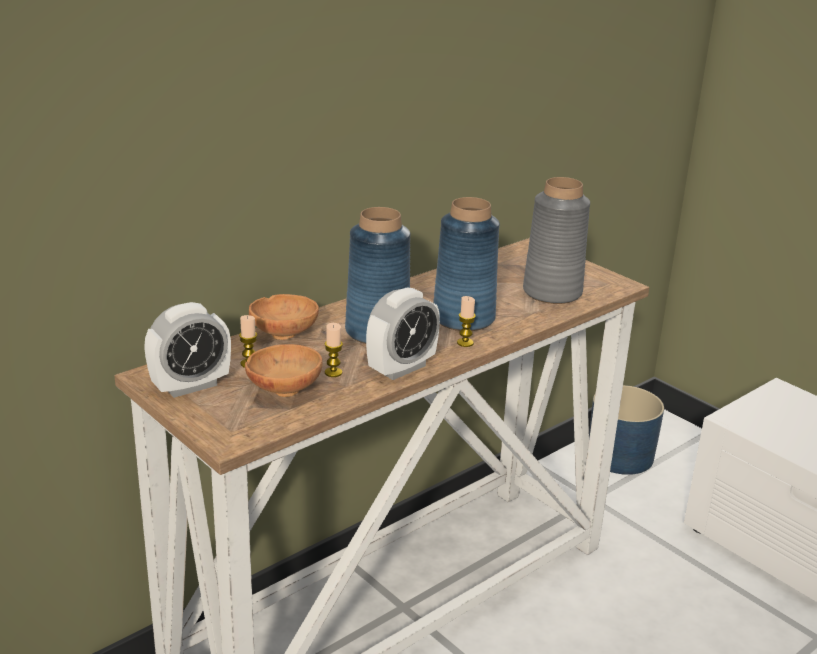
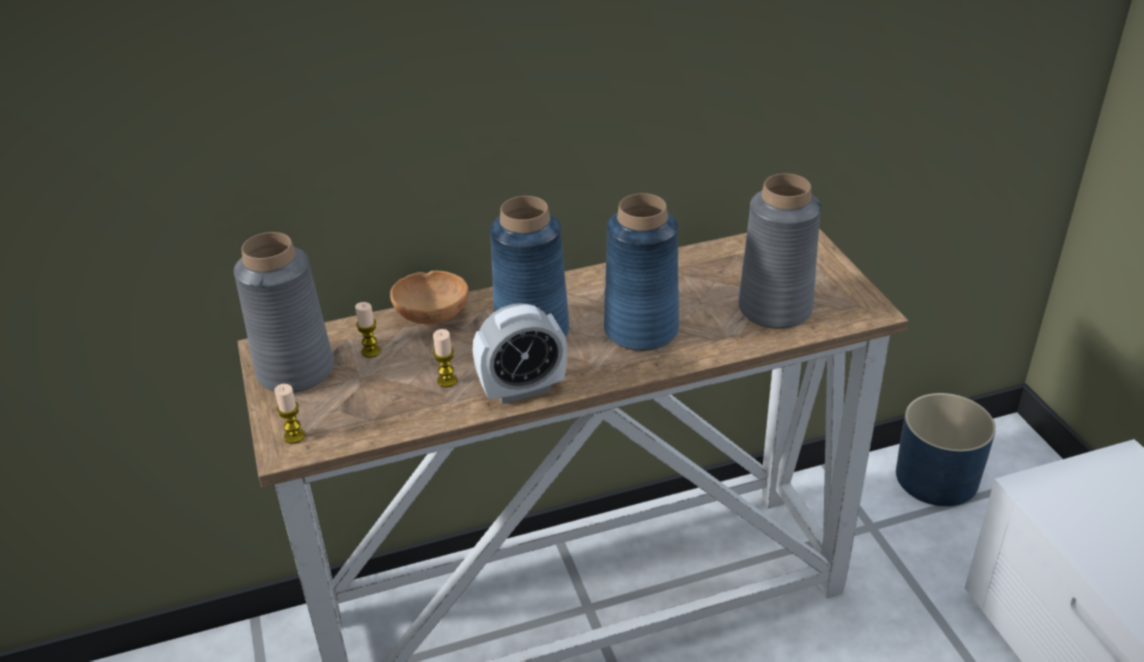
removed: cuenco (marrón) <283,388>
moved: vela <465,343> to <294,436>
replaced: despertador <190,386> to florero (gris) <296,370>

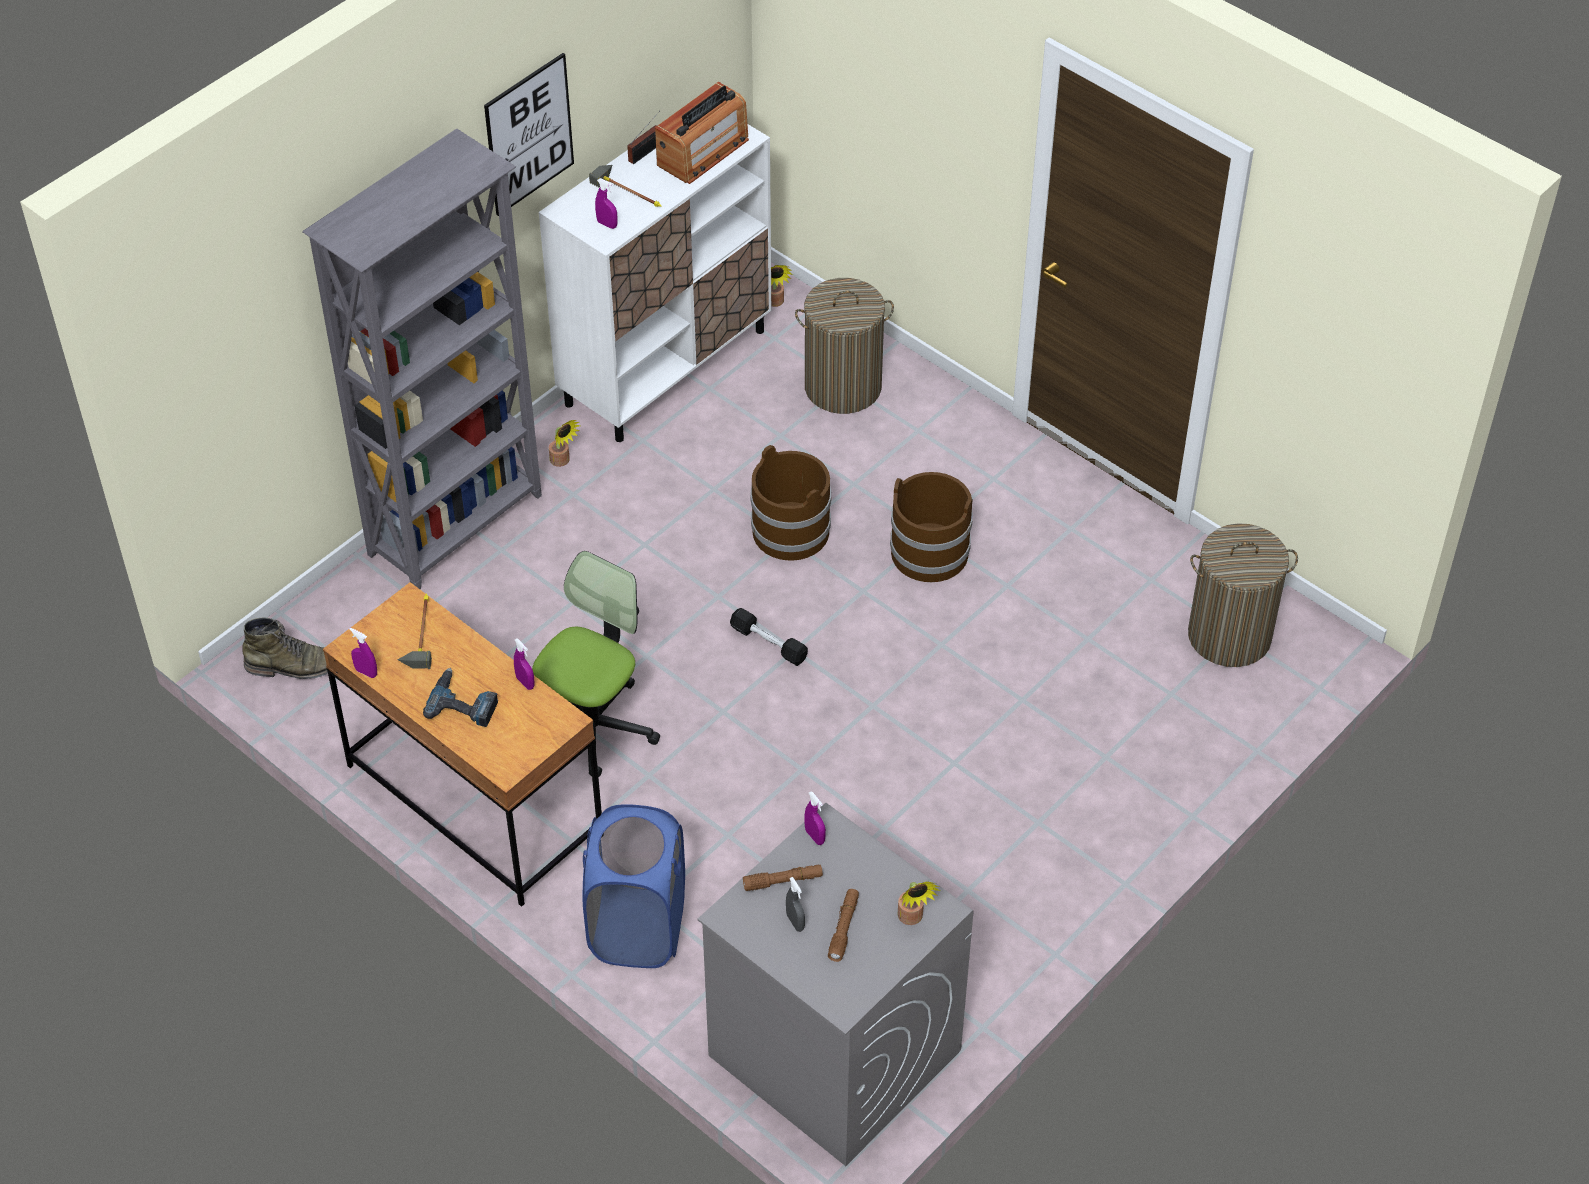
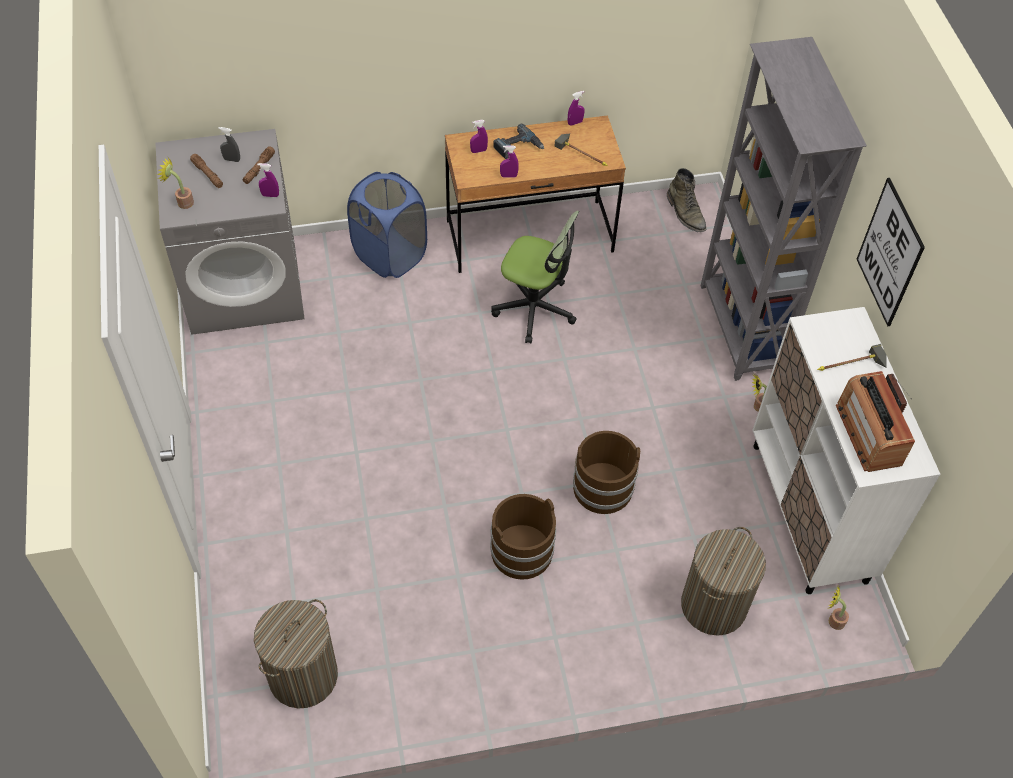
removed: mancuerna (negro) <768,643>
moved: pulverizador (morado) <607,224> to <478,151>
turned: bota (verde) <295,666> = <685,213> 60 degrees counterclockwise; silla de oficina <593,726> = <534,308> 45 degrees counterclockwise

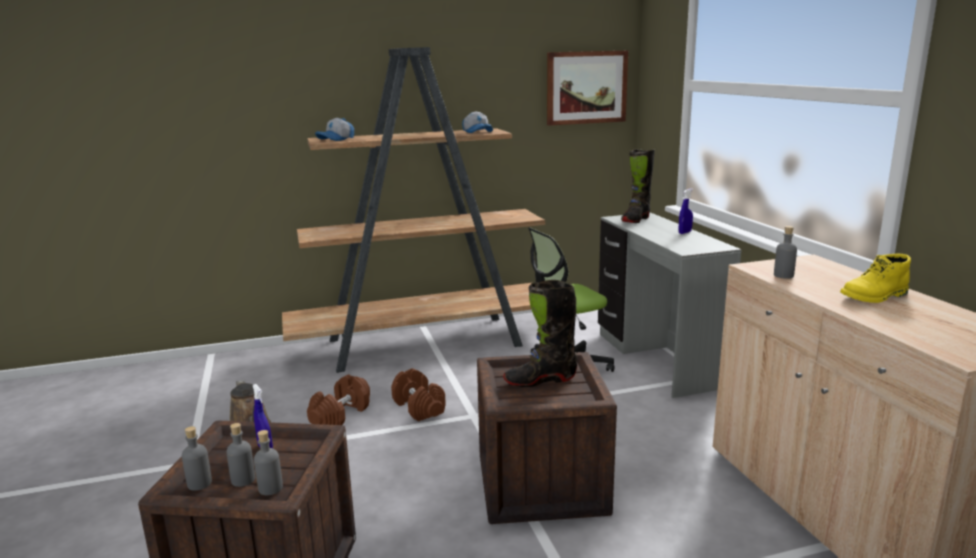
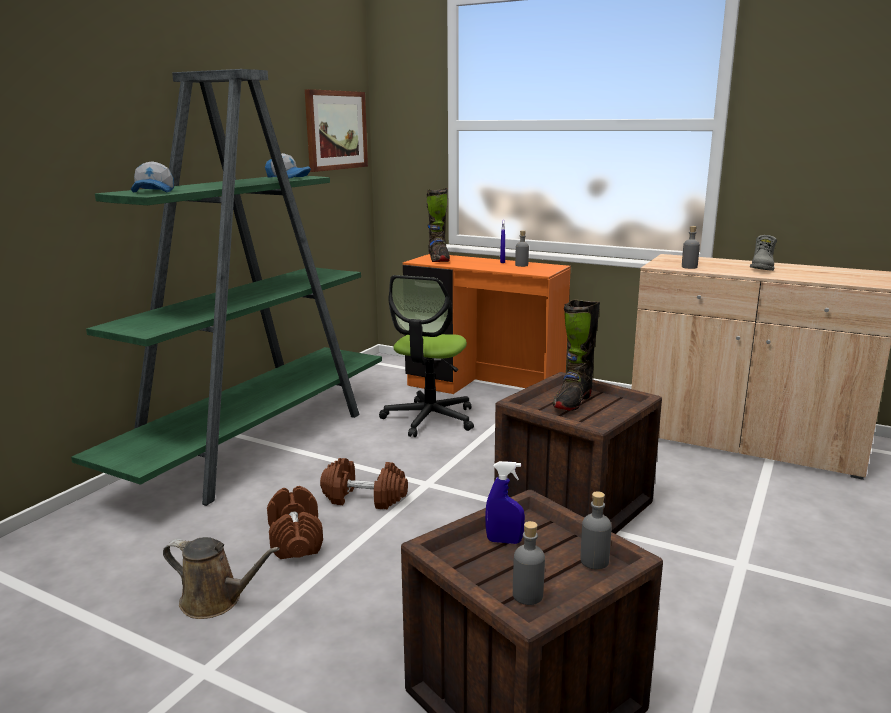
moved: botella (gris) <243,480> to <521,265>
recoloured: estantería (marrón) <427,343> to estantería (verde) <257,443>; escritorio (gris) <655,359> to escritorio (naranja) <483,390>; bota (amarillo) <875,297> to bota (gris) <762,268>

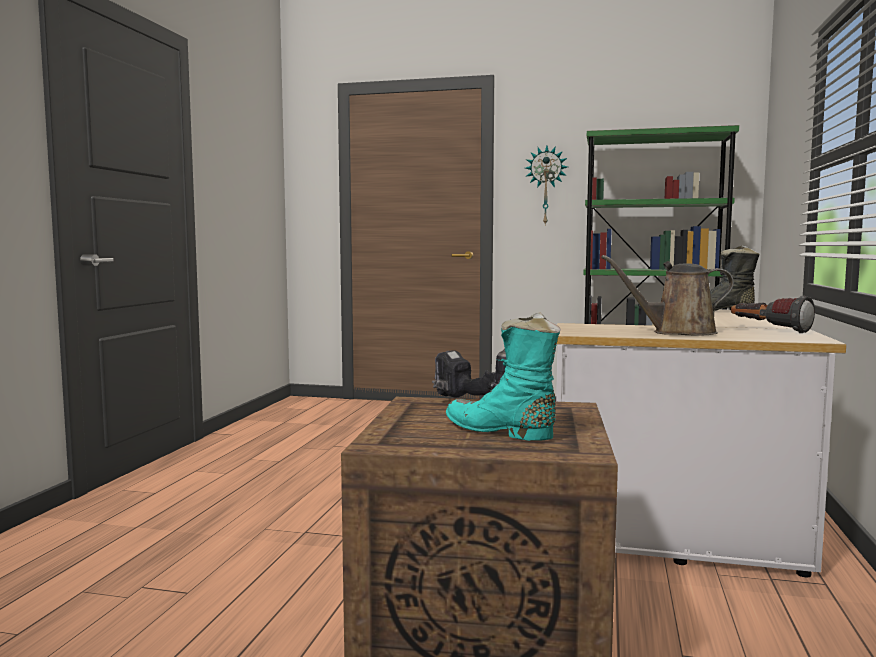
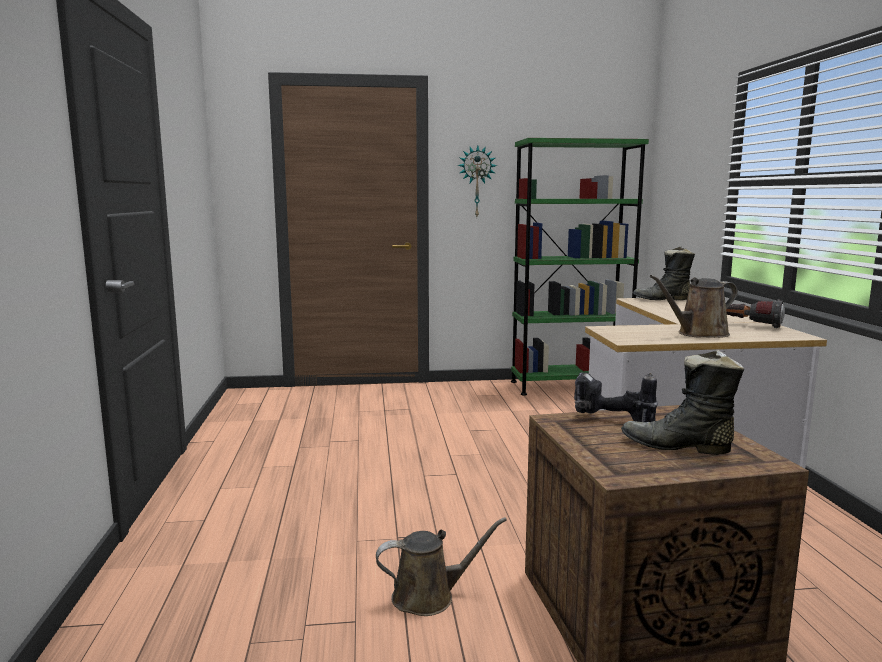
added: regadera (marrón) <429,596>
recoloured: bota (turquesa) <499,431> to bota (negro) <677,447>

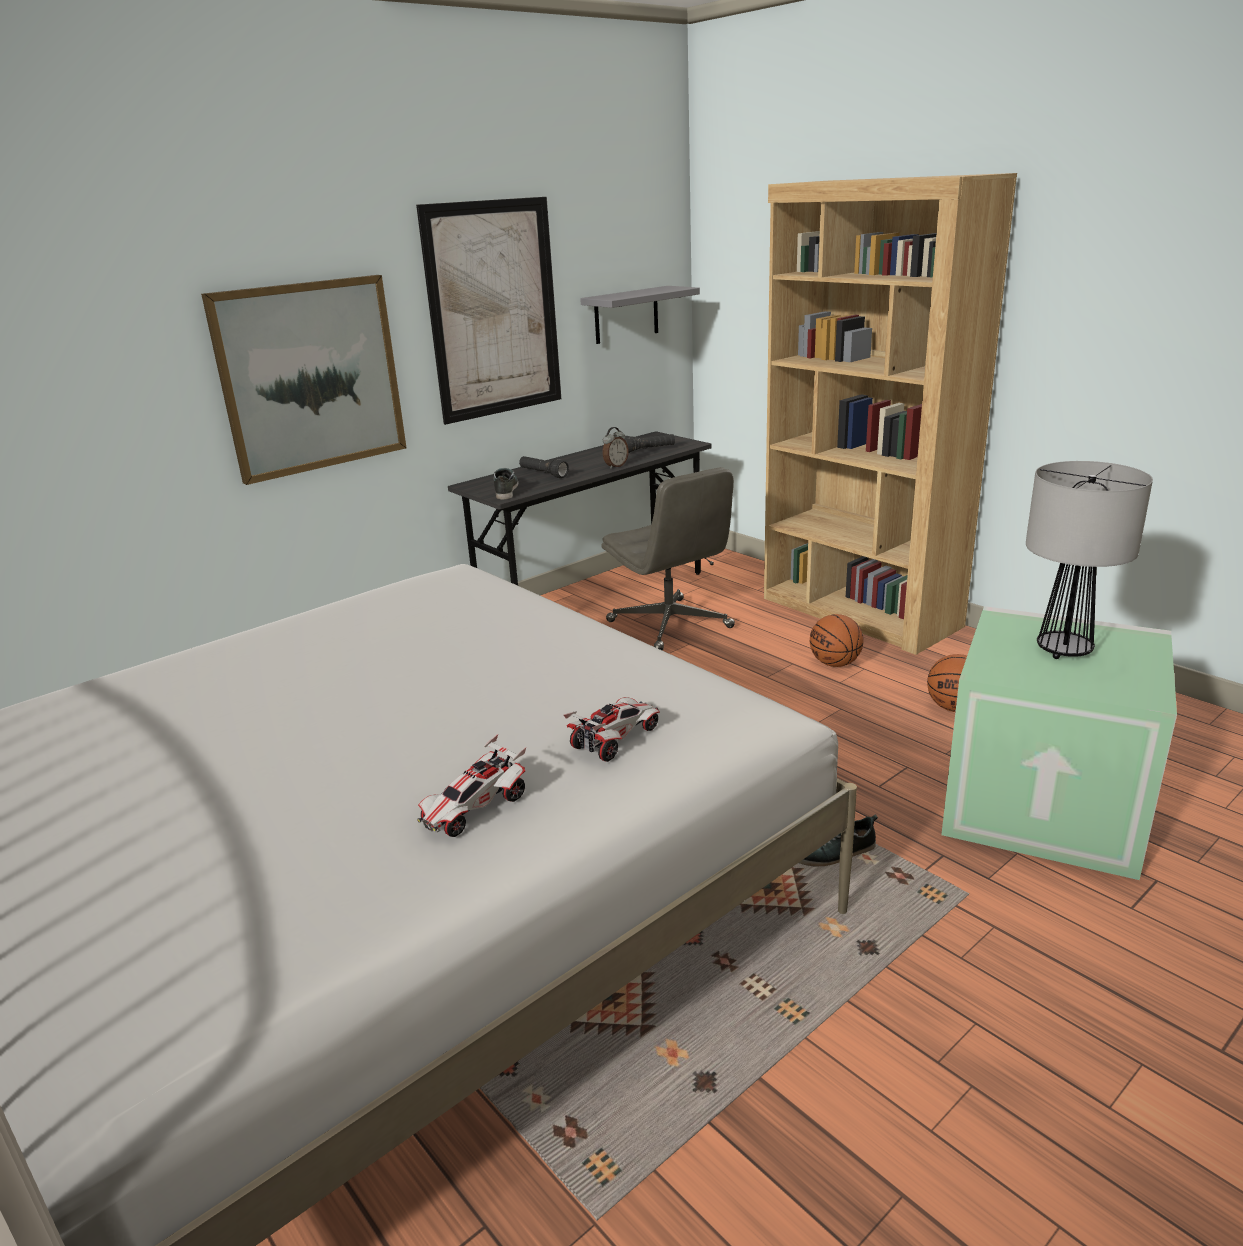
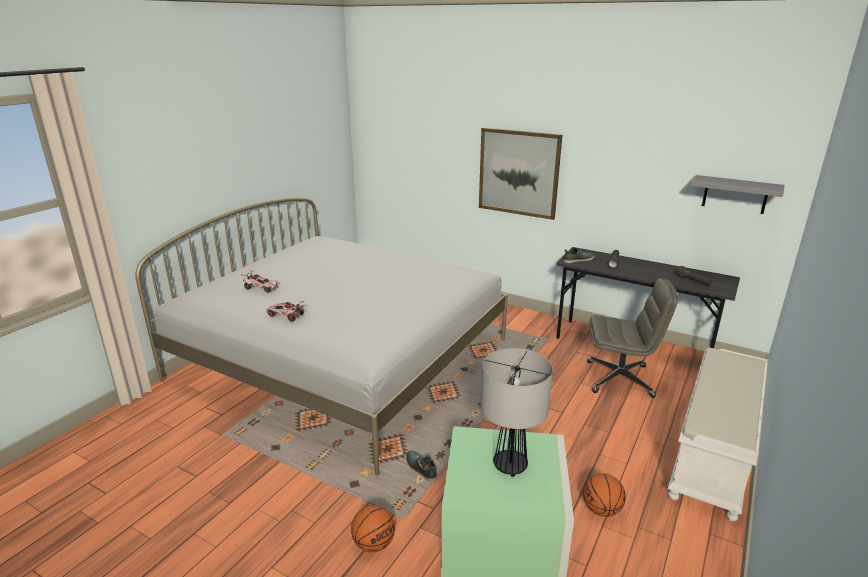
removed: cuadro <494,310>; despertador <615,466>
moved: coche de juguete <615,739> to <261,288>; balón de baloncesto <835,663> to <374,544>
replaced: estantería (marrón) <859,613> to banco (blanco) <714,454>
turned: silla de oficina (gris) <670,625> = <620,379> 120 degrees counterclockwise

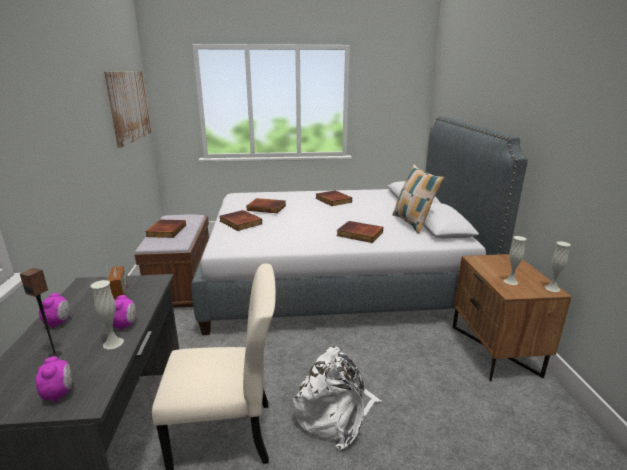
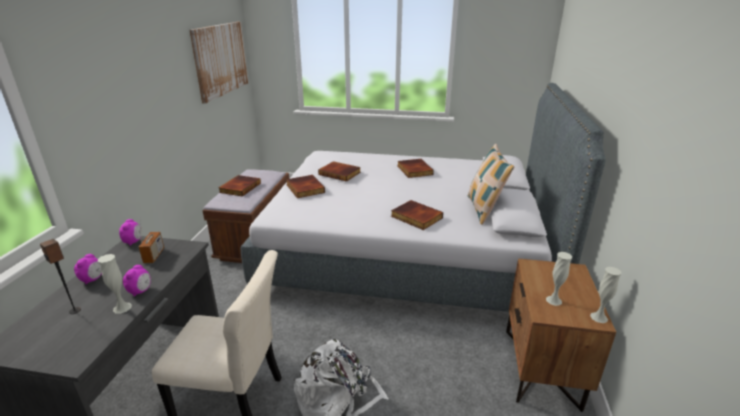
moved: despertador <59,394> to <133,242>

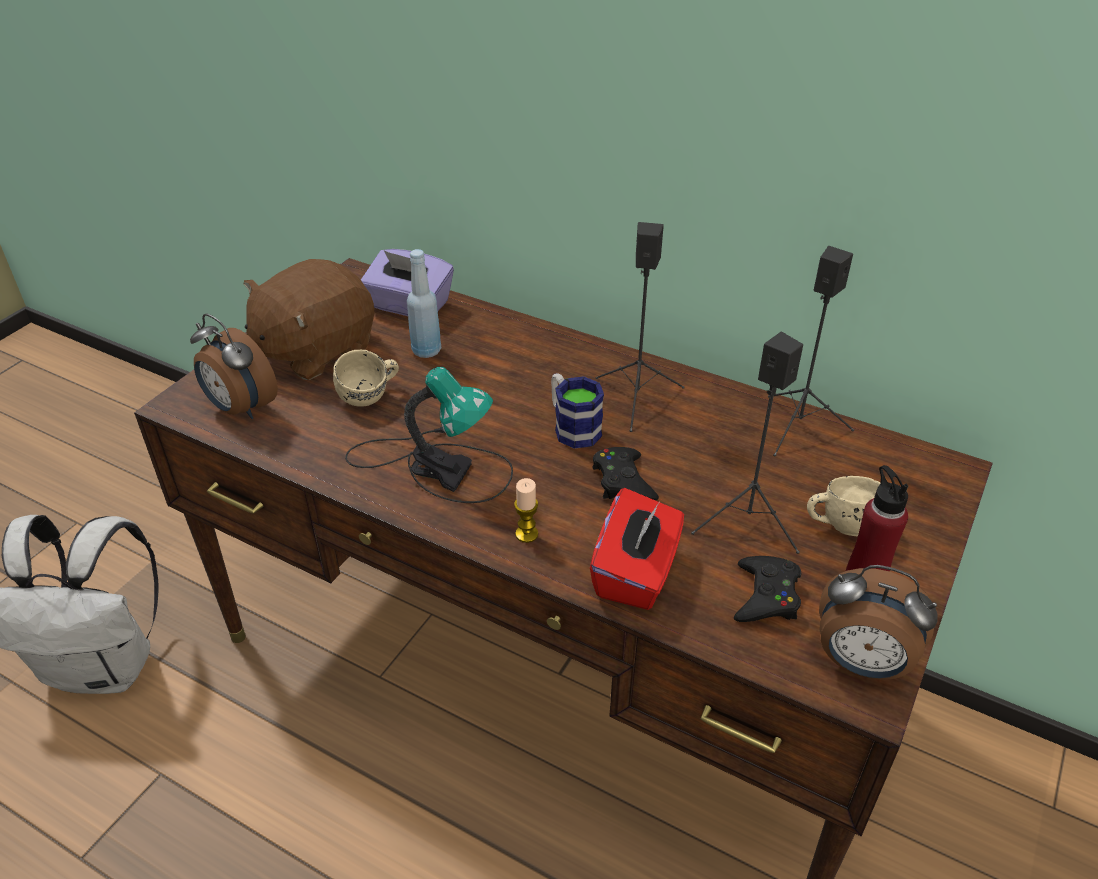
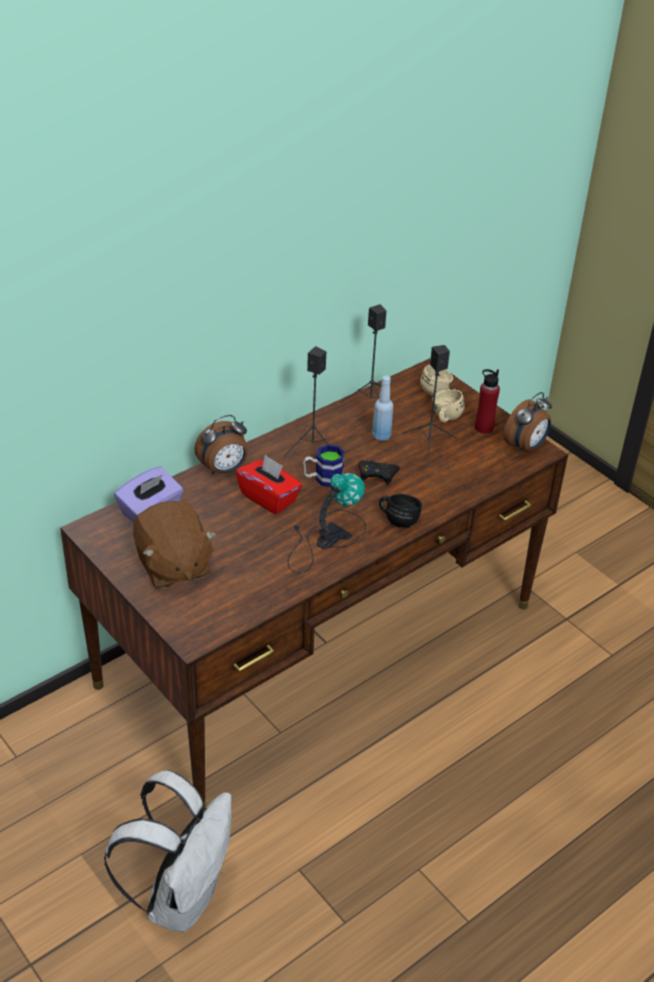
removed: mando de consola (negro) <766,596>
moved: despertador <240,408> to <224,469>; taza grande (beis) <371,398> to <434,389>; botella (azul) <426,351> to <381,436>; caja de pañuelos (rojo) <636,573> to <269,498>
replaced: vela <526,534> to taza grande (negro) <398,519>

